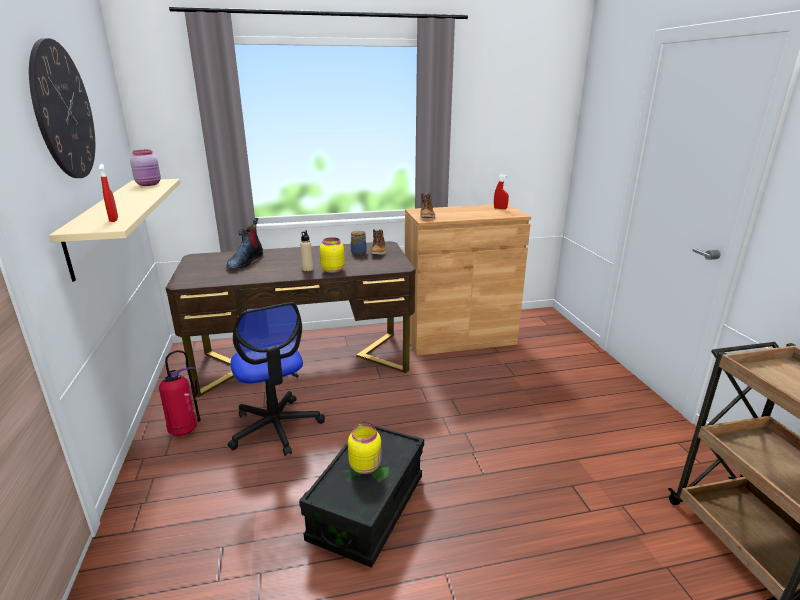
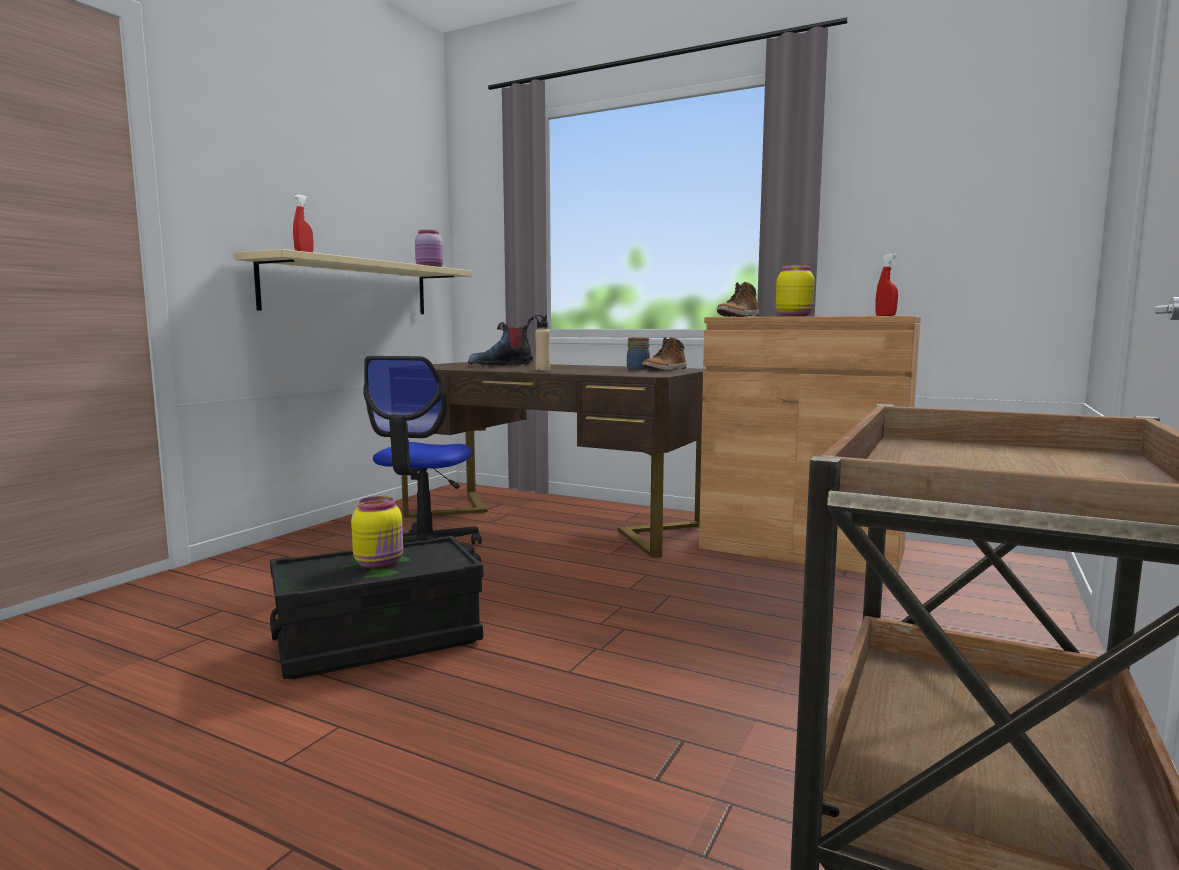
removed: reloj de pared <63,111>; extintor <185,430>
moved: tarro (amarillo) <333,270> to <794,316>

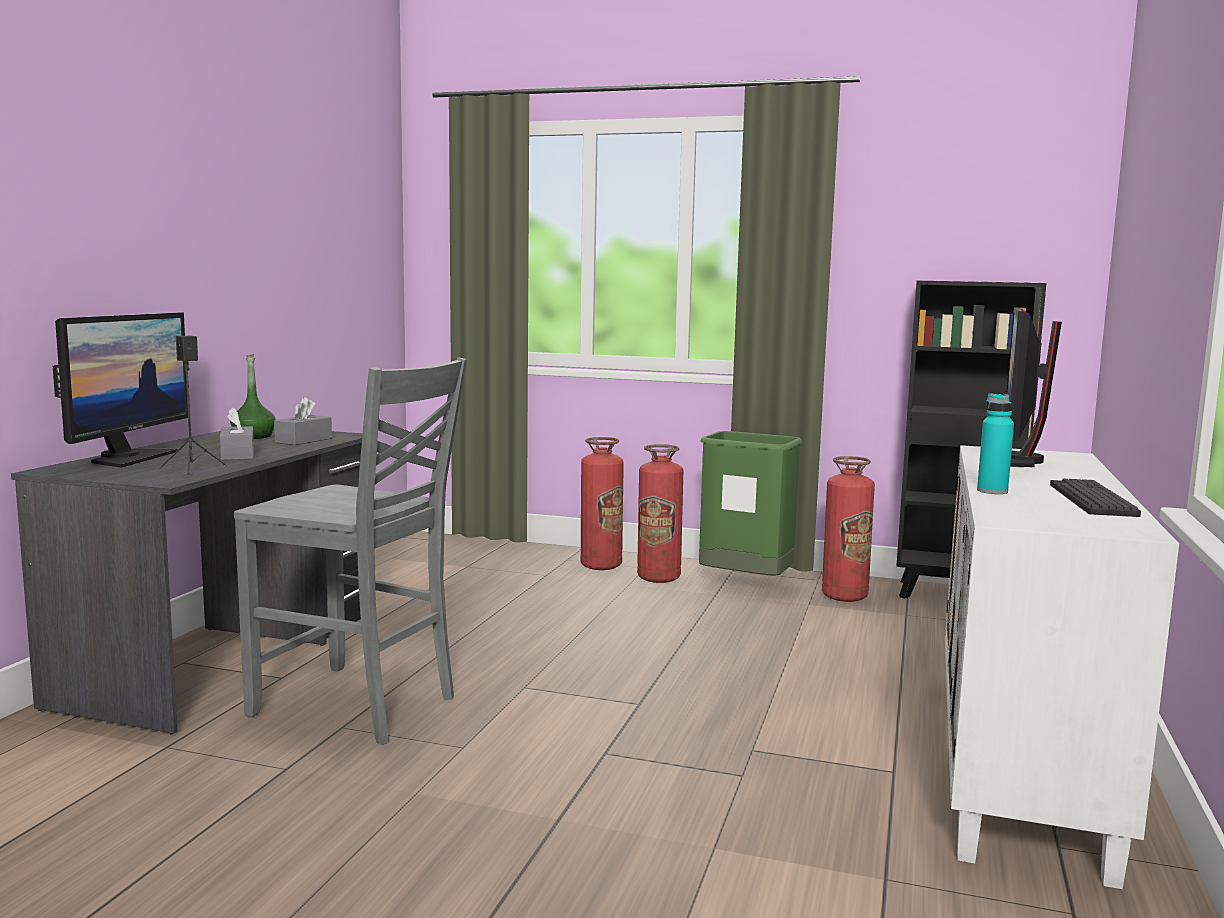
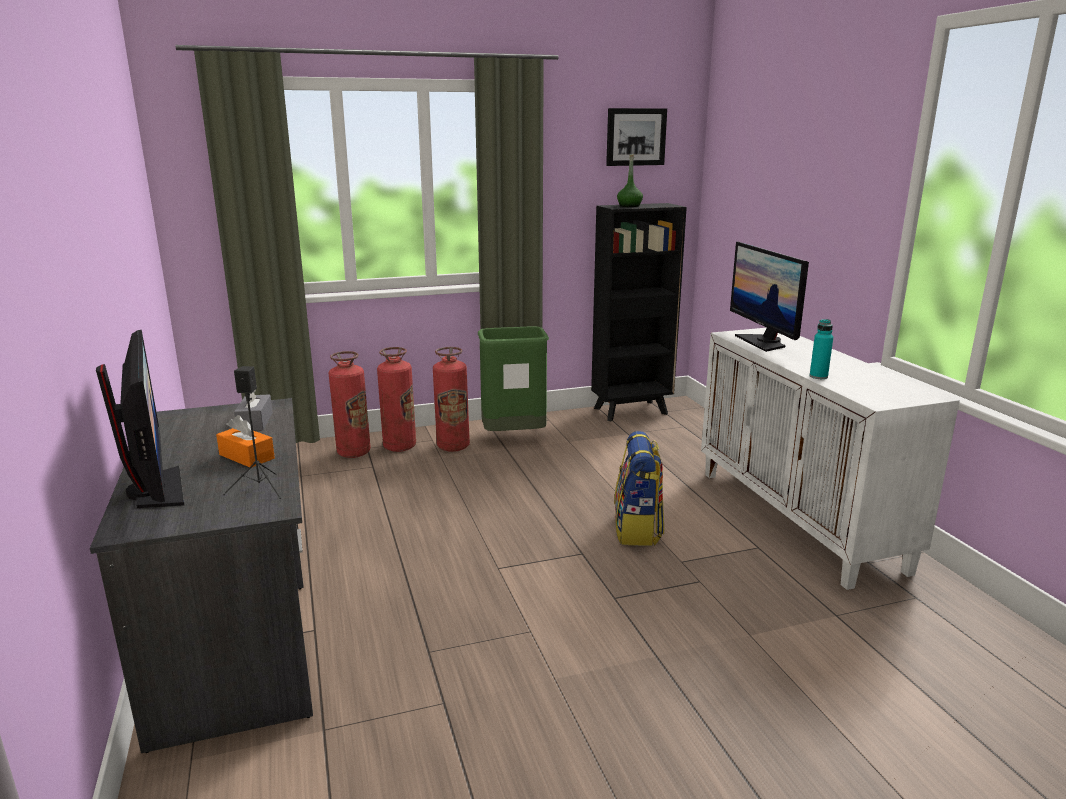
removed: silla (gris) <357,706>; teclado <1092,499>
added: cuadro <635,137>; mochila <638,530>
moved: botella (verde) <253,436> to <629,206>; extintor <844,596> to <353,452>
recoloured: caja de pañuelos (gris) <237,455> to caja de pañuelos (naranja) <246,456>

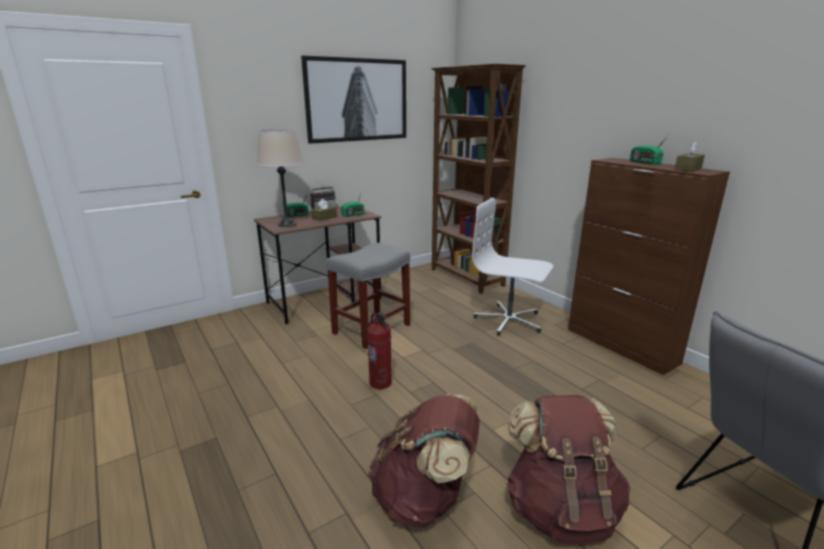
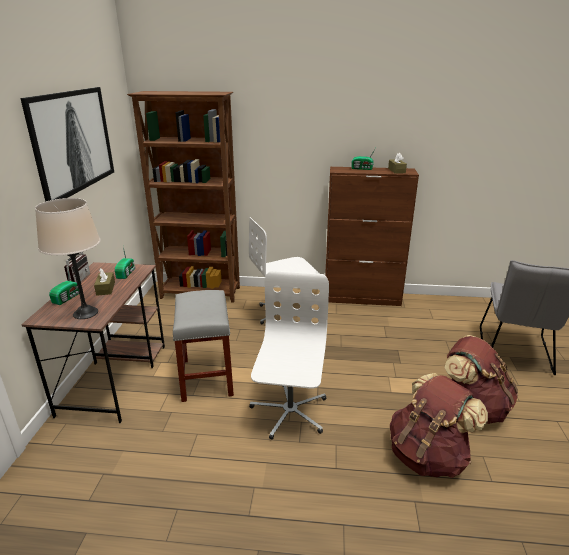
replaced: extintor <381,383> to silla de oficina (blanco) <289,412>

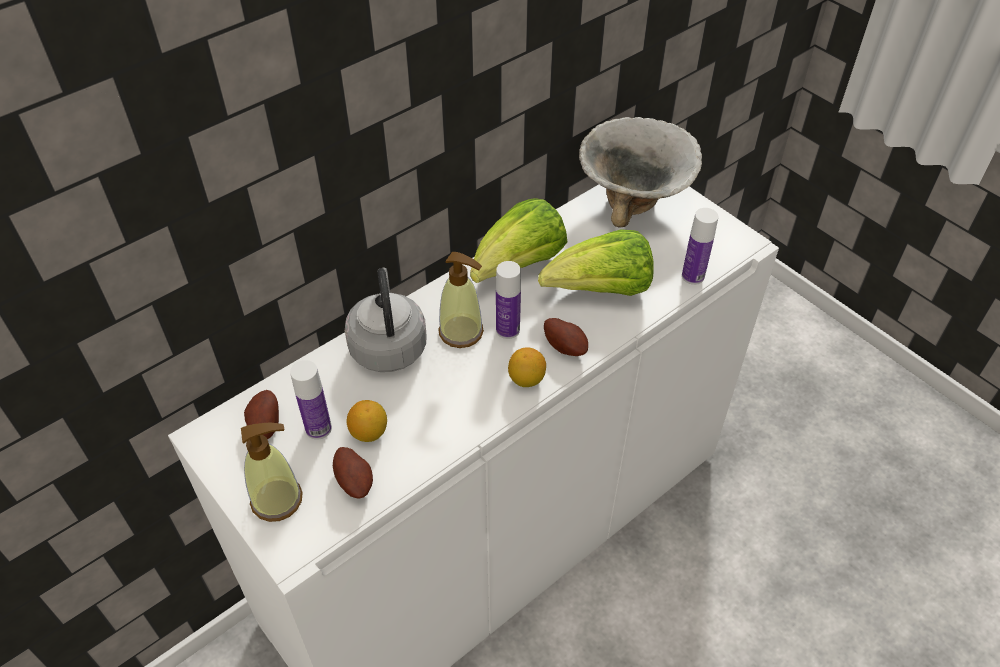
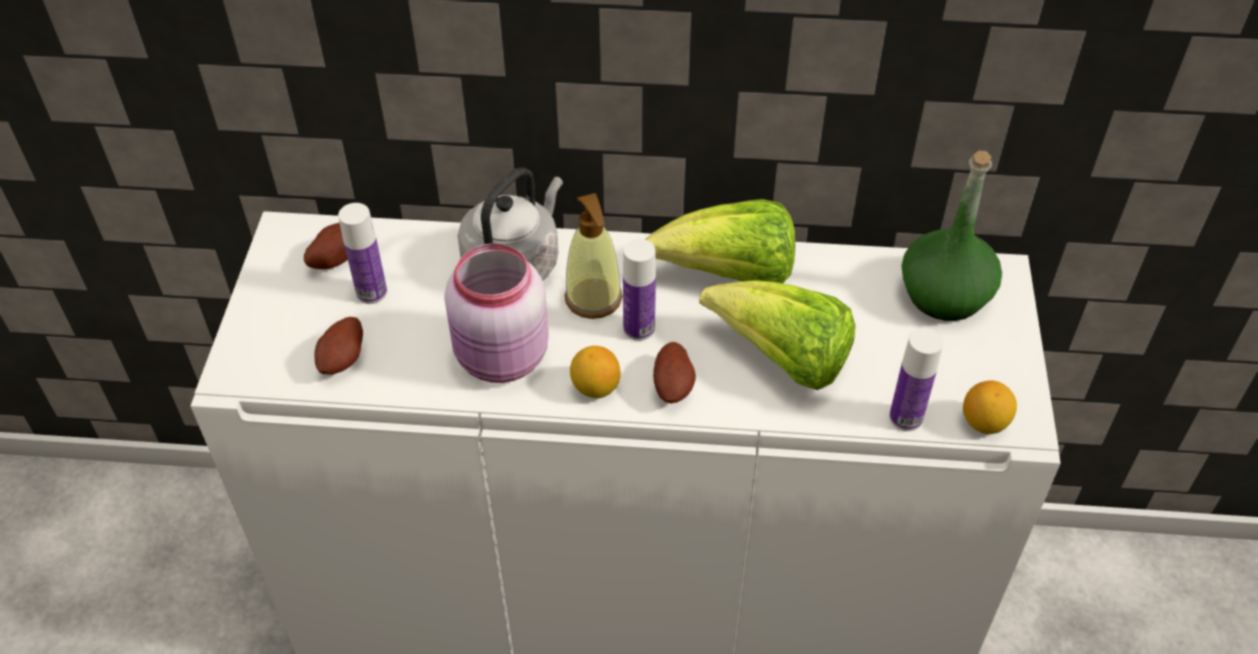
removed: dispensador de jabón <277,499>
added: tarro (rosa) <502,359>
moved: limón <369,432> to <984,423>
replaced: cuenco <635,202> to botella (verde) <945,295>

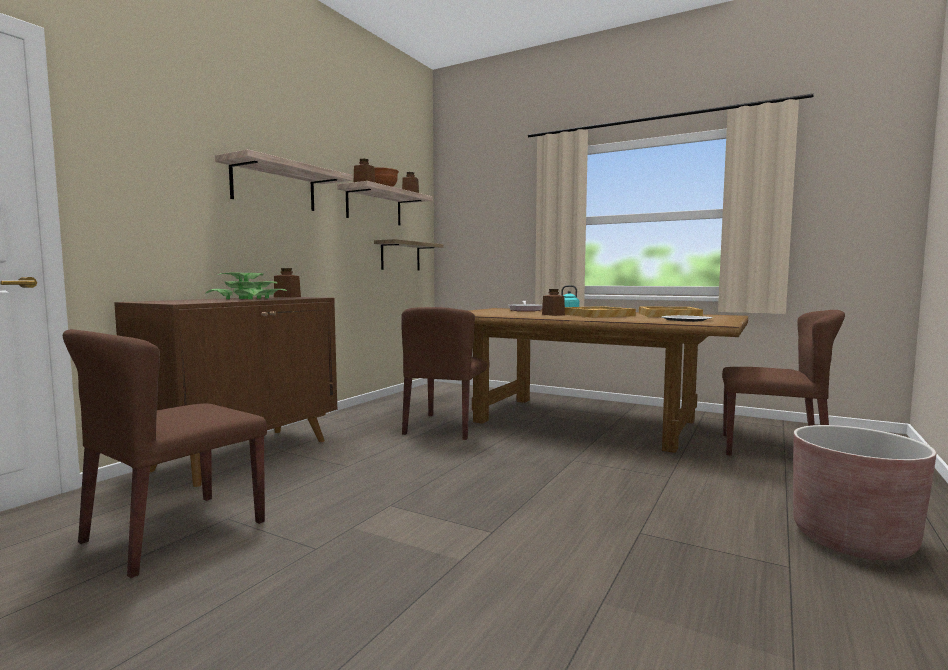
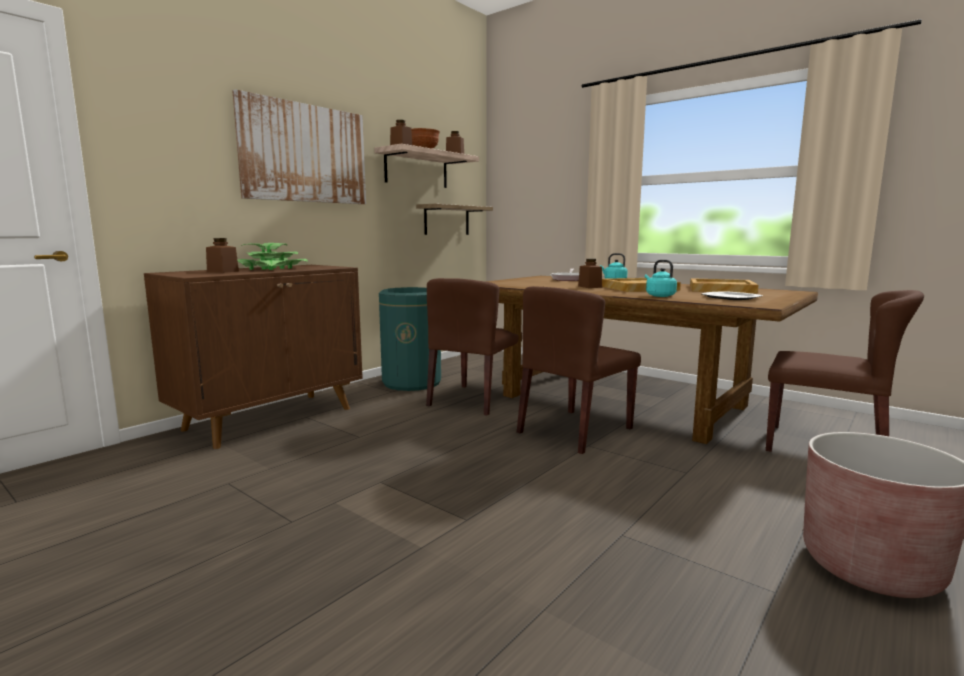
added: papelera (verde) <412,383>; hervidor (turquesa) <659,295>
moved: silla (marrón) <174,532> to <575,430>; tarro (marrón) <287,297> to <223,271>
replaced: estante <274,186> to cuadro <305,153>

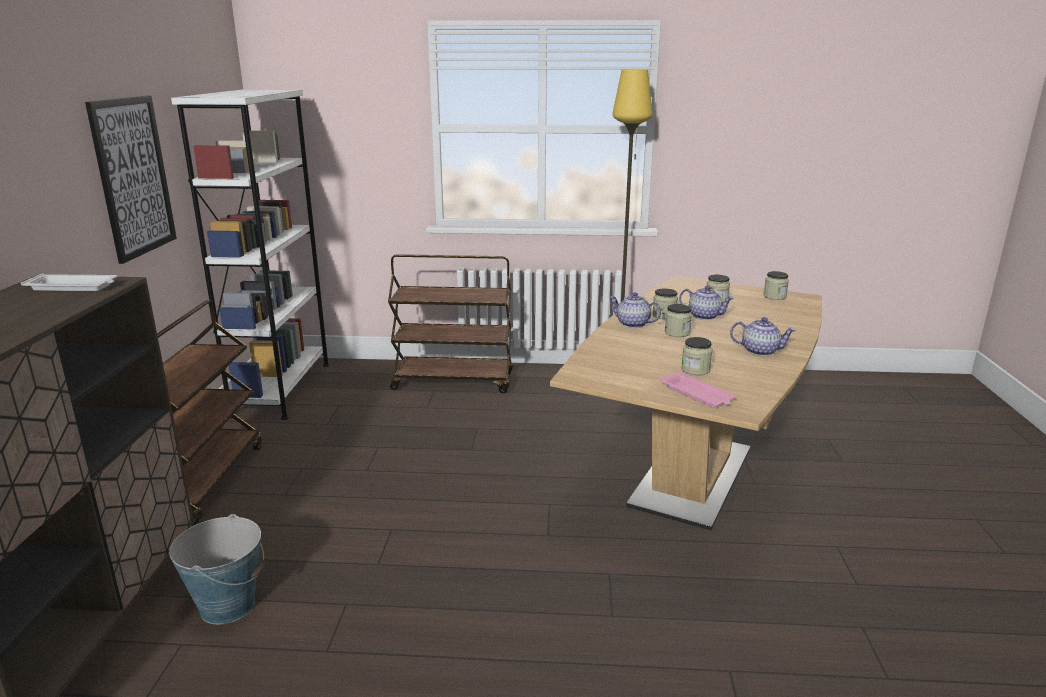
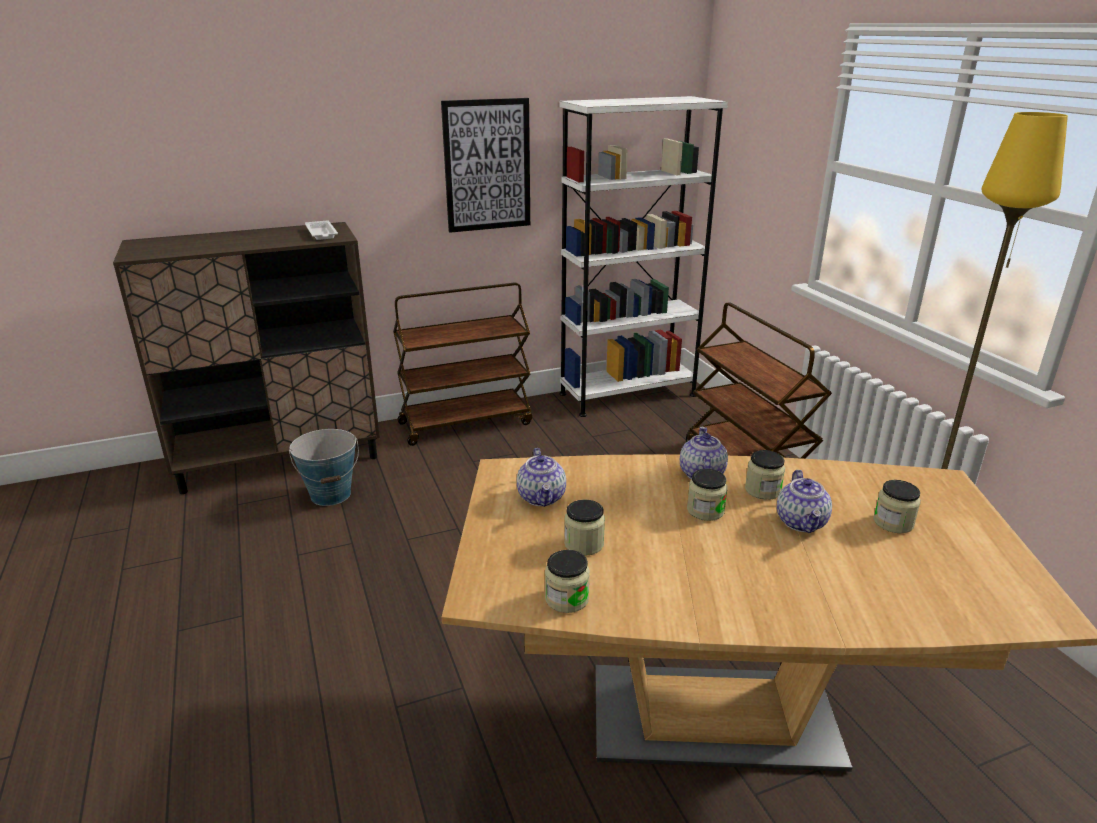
removed: bandeja (rosa) <697,395>
moved: tetera <760,351> to <542,497>; tarro <774,296> to <566,599>

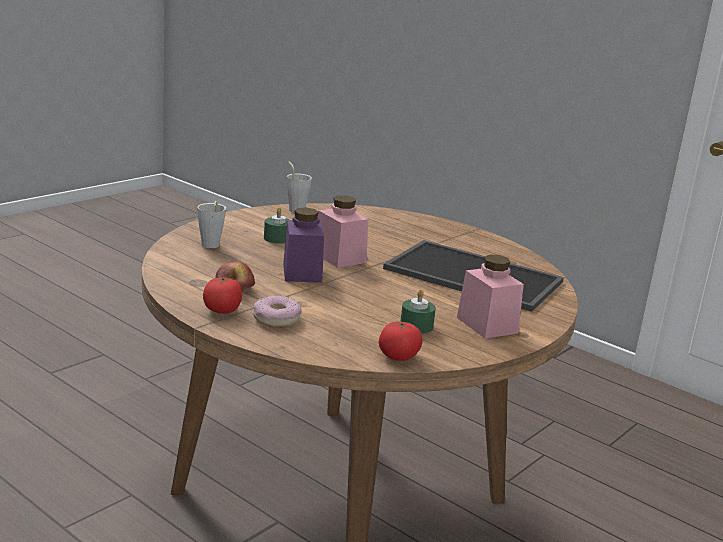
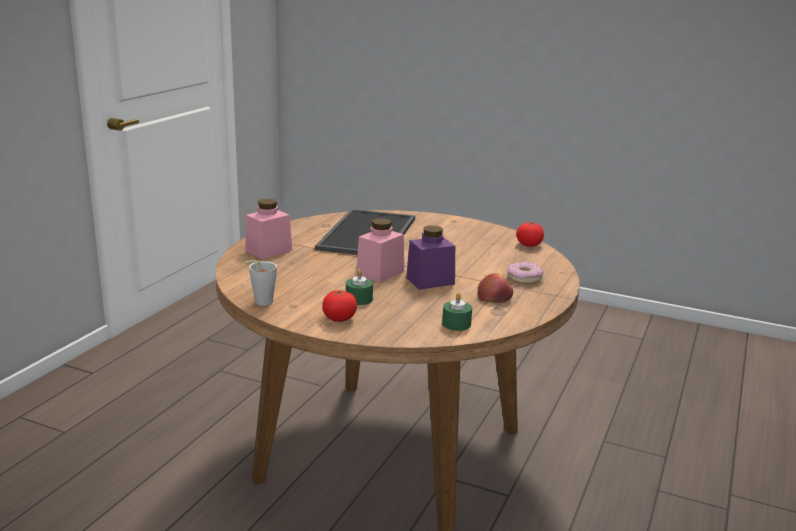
removed: taza (gris) <210,246>
moved: tomate <222,310> to <339,318>; vela (verde) <416,326> to <456,324>; tarro (rosa) <487,325> to <268,250>

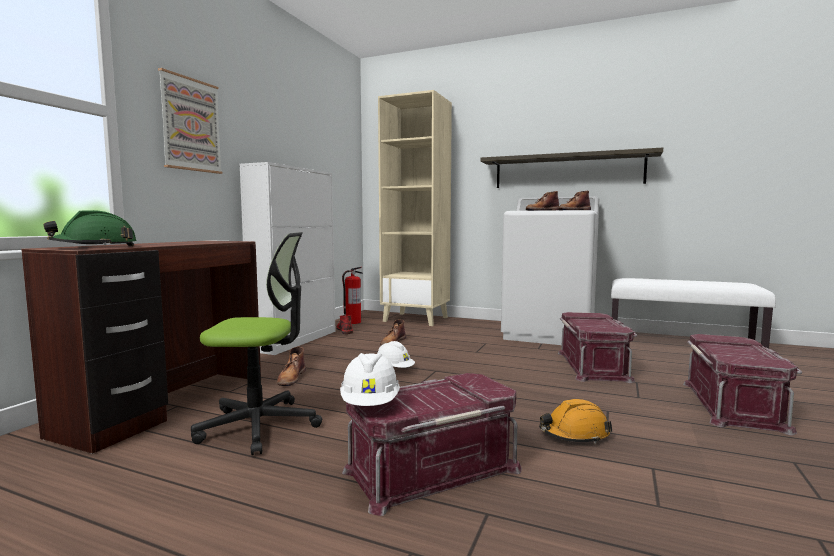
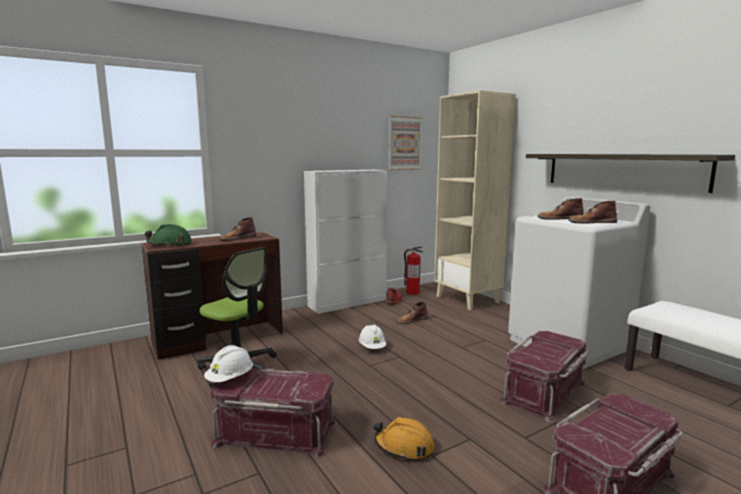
moved: cuadro <191,125> to <404,143>; bota (marrón) <291,378> to <238,238>

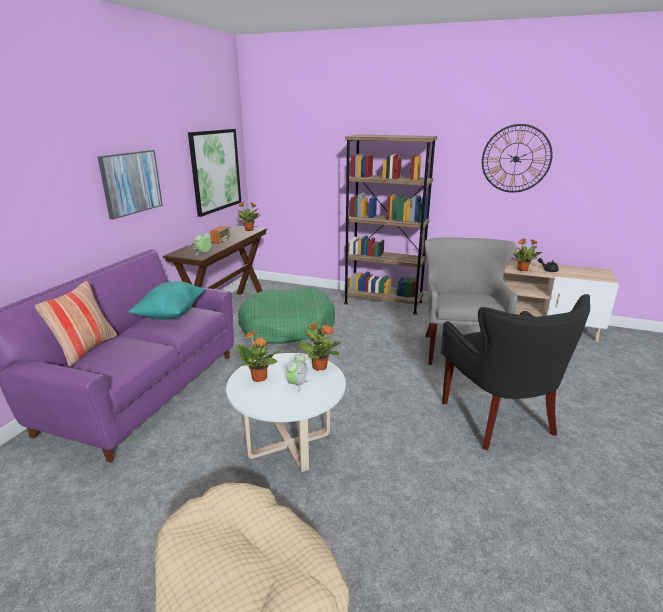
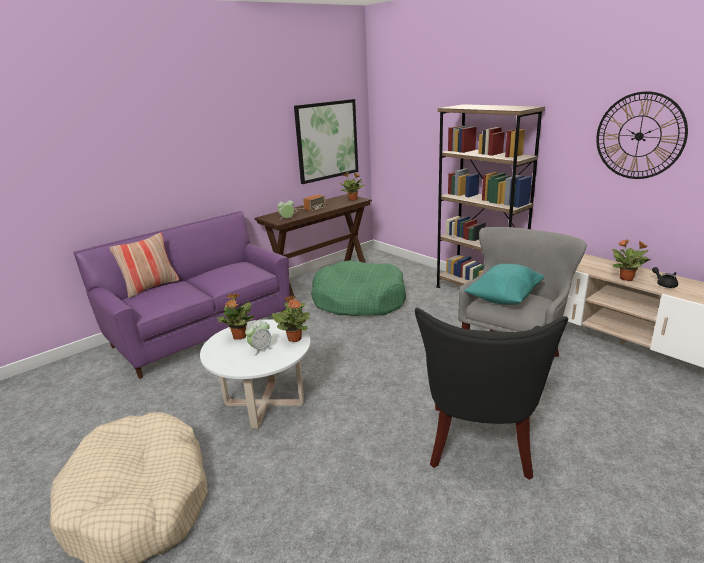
removed: cuadro <131,183>
moved: cojín (turquesa) <171,314> to <504,298>

